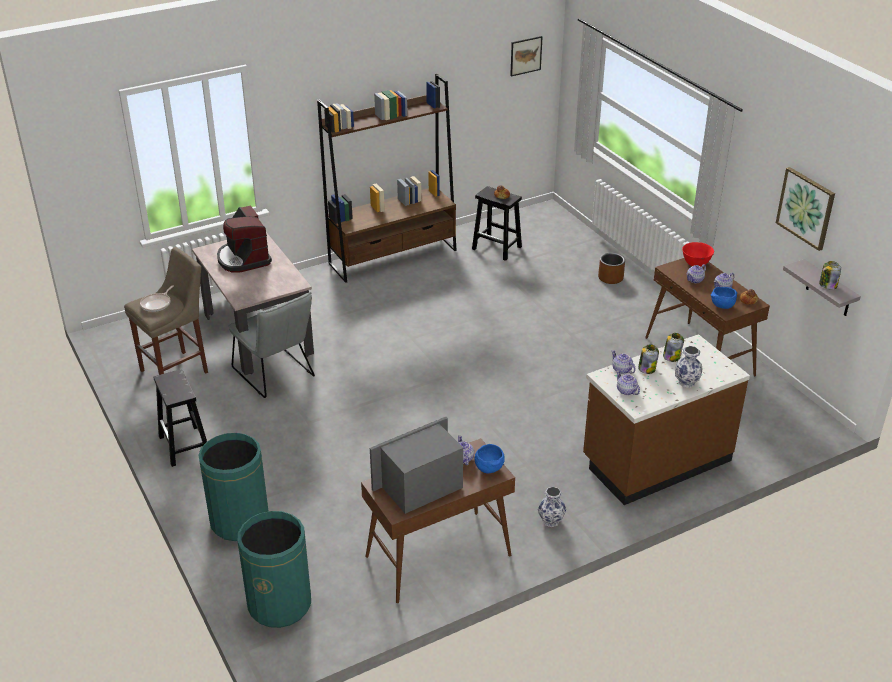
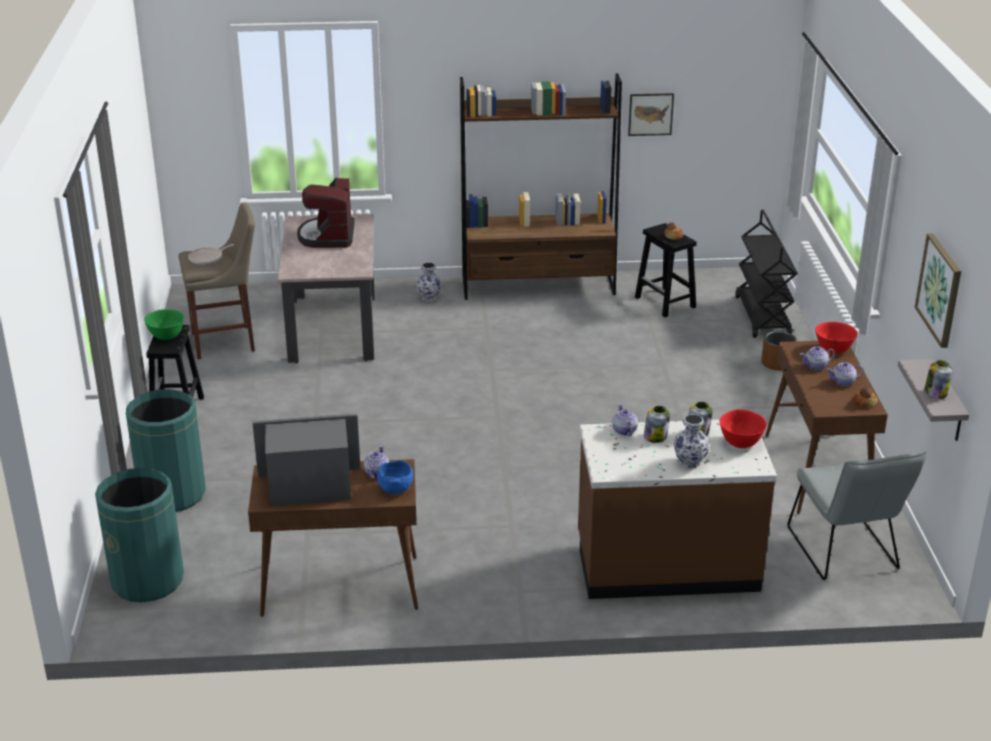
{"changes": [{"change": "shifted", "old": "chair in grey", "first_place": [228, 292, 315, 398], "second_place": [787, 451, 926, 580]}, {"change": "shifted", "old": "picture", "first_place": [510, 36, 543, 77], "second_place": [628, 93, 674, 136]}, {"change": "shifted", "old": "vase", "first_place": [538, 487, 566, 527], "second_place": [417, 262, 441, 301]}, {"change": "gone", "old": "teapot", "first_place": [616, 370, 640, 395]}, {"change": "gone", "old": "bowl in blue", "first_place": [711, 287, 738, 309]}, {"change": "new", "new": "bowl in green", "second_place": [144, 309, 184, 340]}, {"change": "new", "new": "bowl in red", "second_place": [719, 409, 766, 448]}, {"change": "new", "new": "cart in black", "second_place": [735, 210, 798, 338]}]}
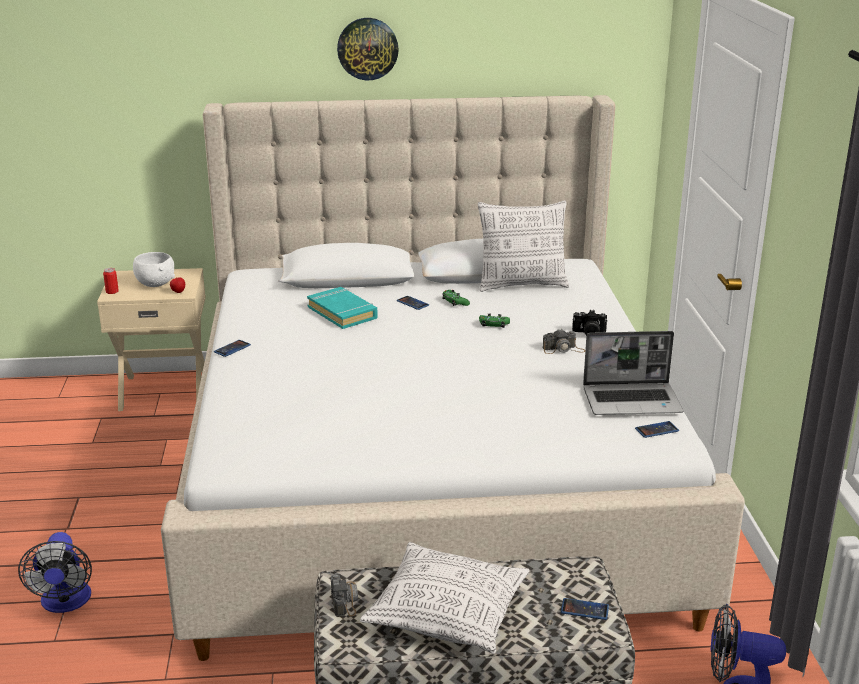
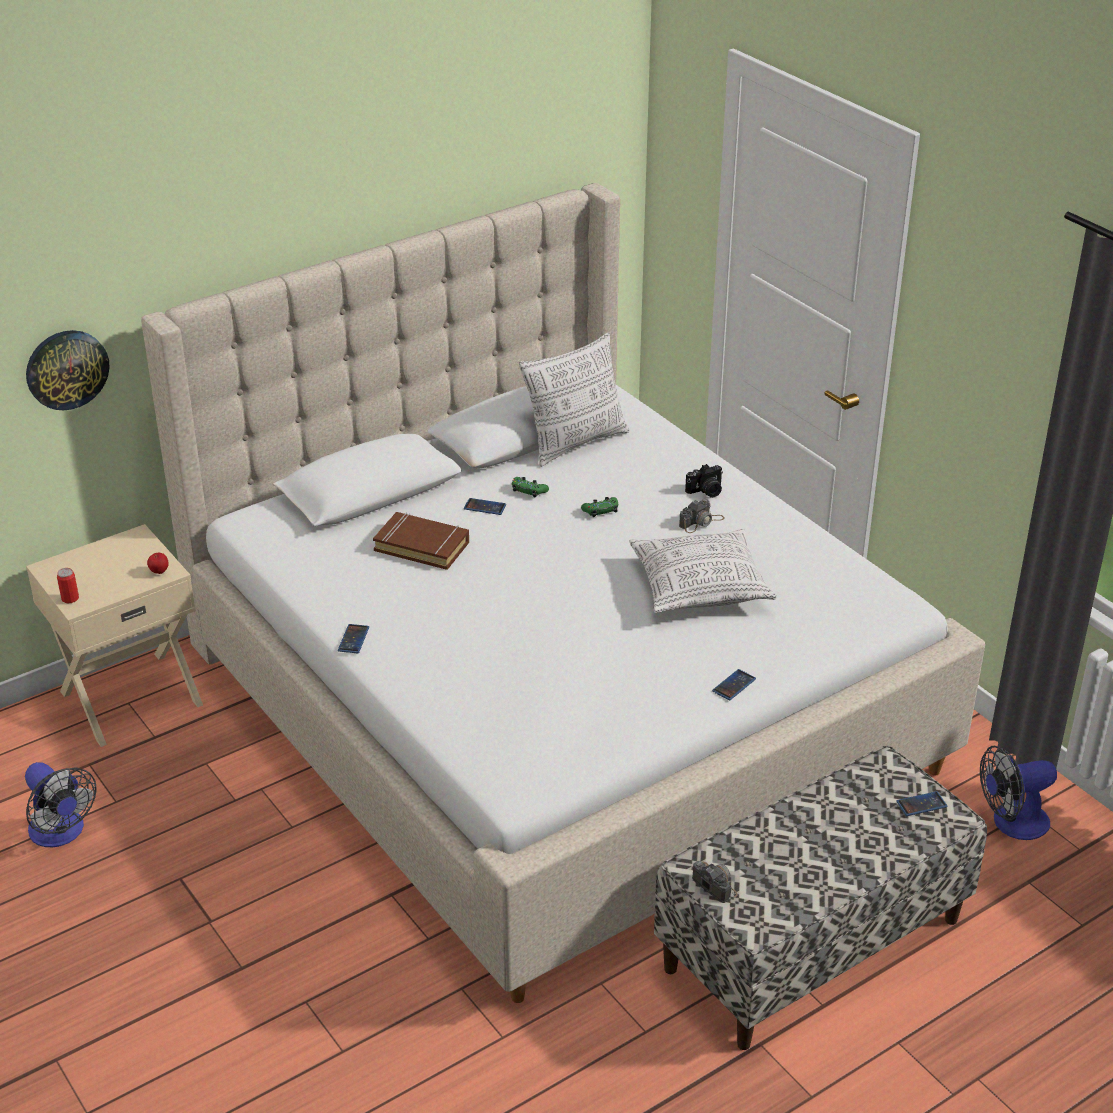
{"changes": [{"change": "shifted", "old": "fan", "first_place": [18, 532, 92, 613], "second_place": [25, 762, 97, 847]}, {"change": "gone", "old": "bowl in white", "first_place": [133, 252, 175, 287]}, {"change": "repainted", "old": "book in turquoise", "new": "book in brown", "first_place": [307, 287, 378, 329], "second_place": [373, 512, 469, 570]}, {"change": "shifted", "old": "wall clock", "first_place": [337, 18, 399, 80], "second_place": [26, 330, 110, 410]}, {"change": "shifted", "old": "pillow", "first_place": [360, 542, 530, 654], "second_place": [629, 529, 777, 613]}, {"change": "gone", "old": "laptop", "first_place": [583, 331, 683, 415]}, {"change": "shifted", "old": "phone", "first_place": [635, 421, 679, 438], "second_place": [712, 669, 756, 700]}]}
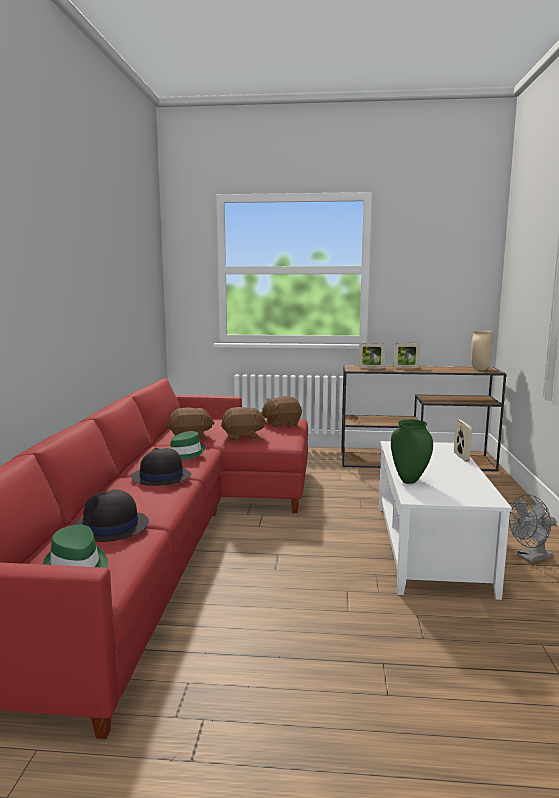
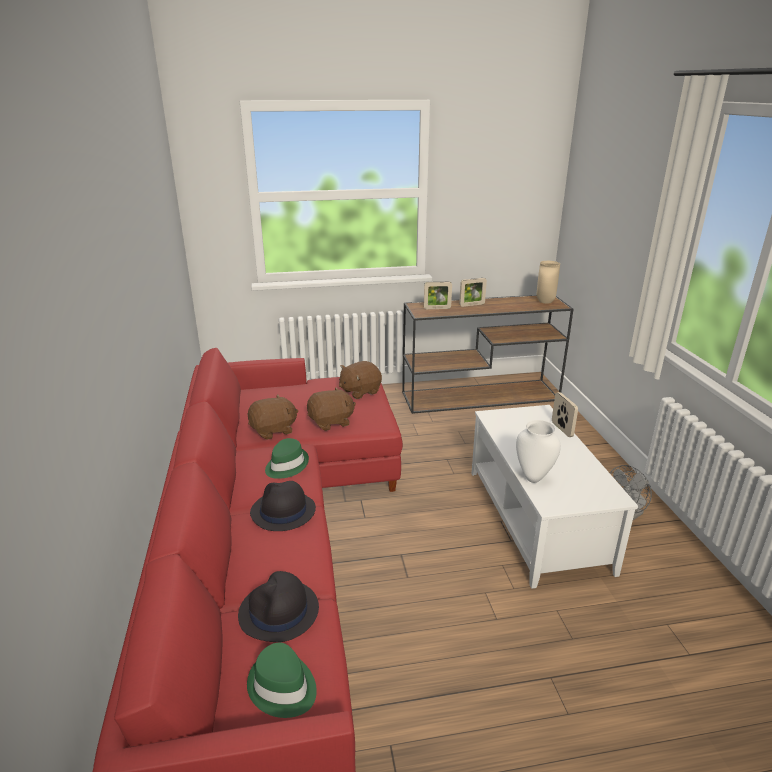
{"changes": [{"change": "repainted", "old": "vase in green", "new": "vase in white", "first_place": [391, 419, 433, 484], "second_place": [516, 420, 561, 483]}]}
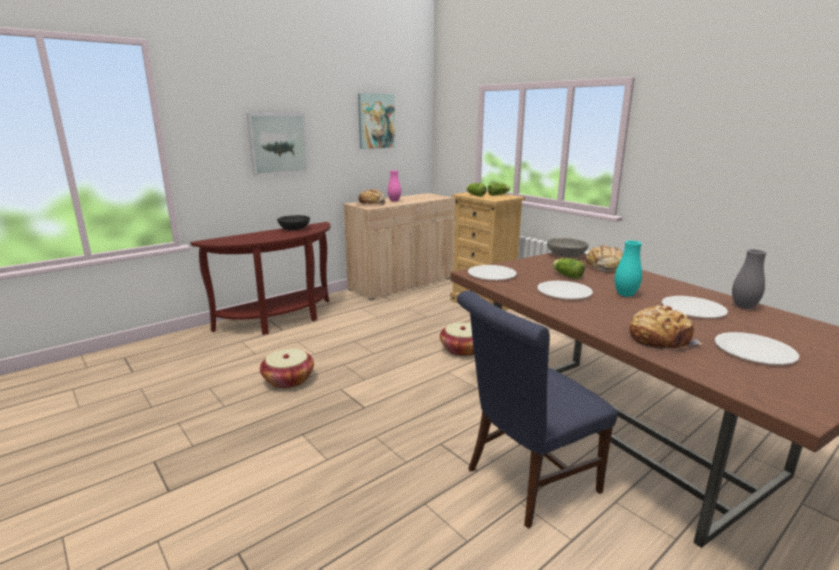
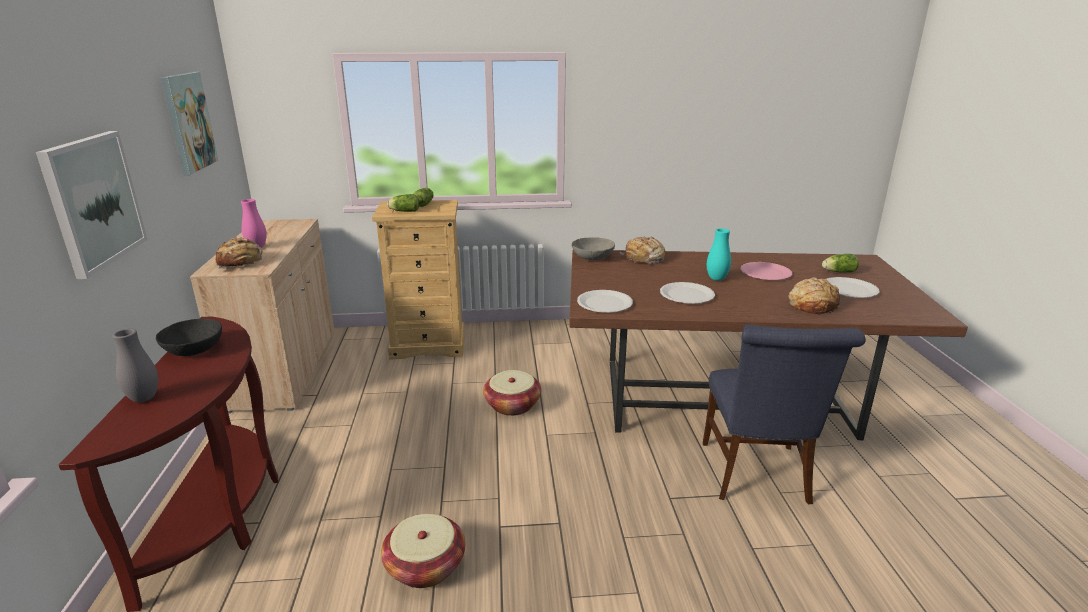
{"changes": [{"change": "shifted", "old": "lettuce", "first_place": [552, 258, 585, 279], "second_place": [822, 254, 859, 273]}, {"change": "repainted", "old": "plate in white", "new": "plate in pink", "first_place": [662, 296, 728, 318], "second_place": [740, 262, 792, 280]}, {"change": "shifted", "old": "vase in grey", "first_place": [732, 249, 766, 309], "second_place": [112, 329, 158, 402]}]}
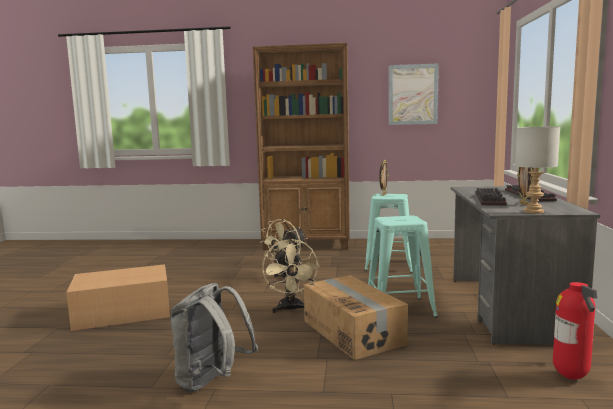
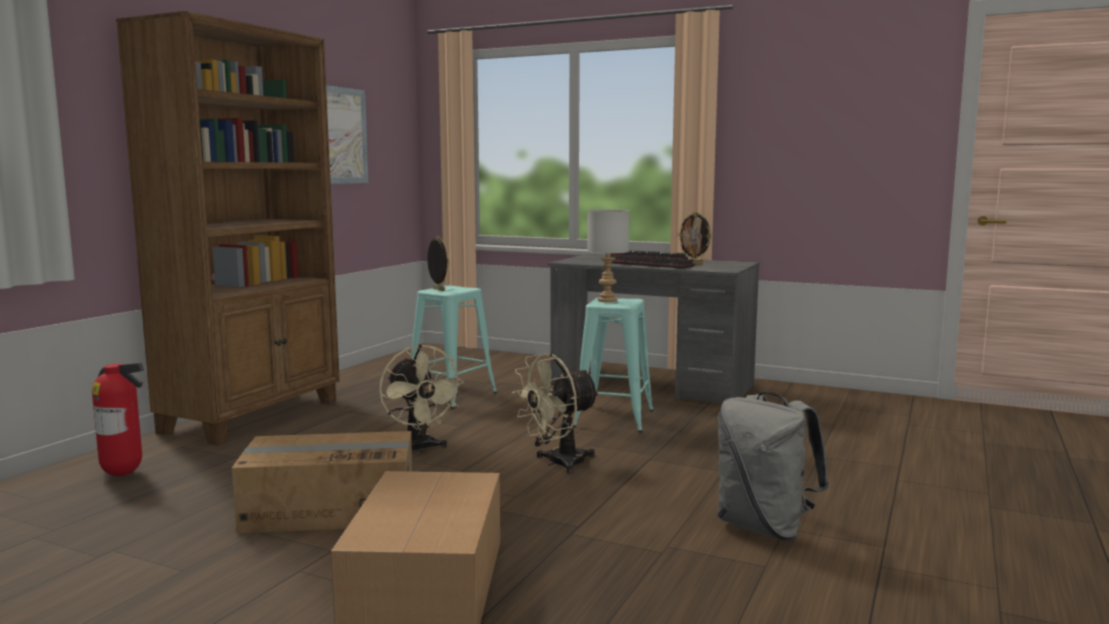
{"changes": [{"change": "rotated", "old": "fan in beige", "first_place": [262, 239, 320, 313], "second_place": [512, 353, 600, 474], "degrees": 135}, {"change": "shifted", "old": "cardboard box", "first_place": [304, 276, 408, 360], "second_place": [232, 431, 412, 534]}, {"change": "shifted", "old": "table lamp in grey", "first_place": [515, 127, 560, 214], "second_place": [587, 209, 629, 302]}, {"change": "shifted", "old": "fire extinguisher", "first_place": [553, 282, 597, 379], "second_place": [92, 363, 145, 476]}]}
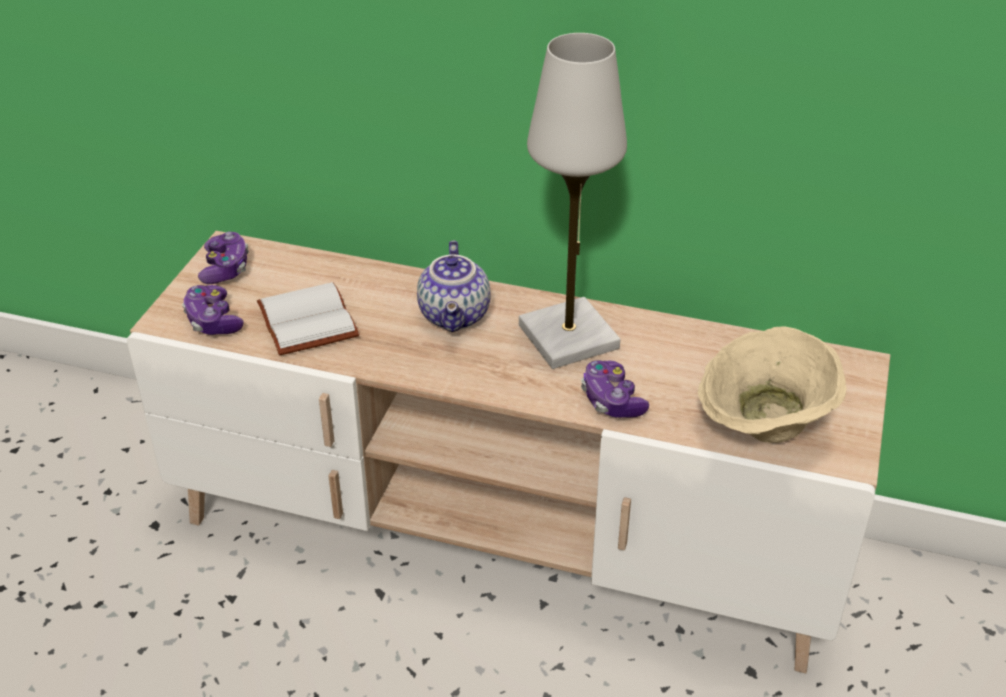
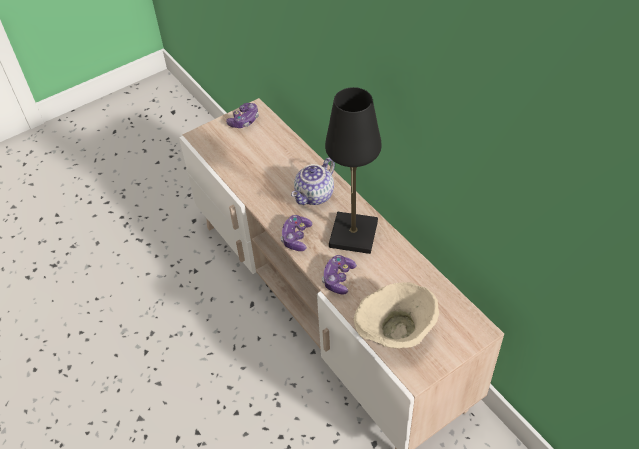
{"changes": [{"change": "shifted", "old": "game controller", "first_place": [182, 285, 244, 335], "second_place": [281, 215, 313, 251]}, {"change": "gone", "old": "book in white", "first_place": [257, 282, 359, 355]}, {"change": "repainted", "old": "table lamp in white", "new": "table lamp in black", "first_place": [519, 33, 627, 369], "second_place": [325, 87, 382, 254]}]}
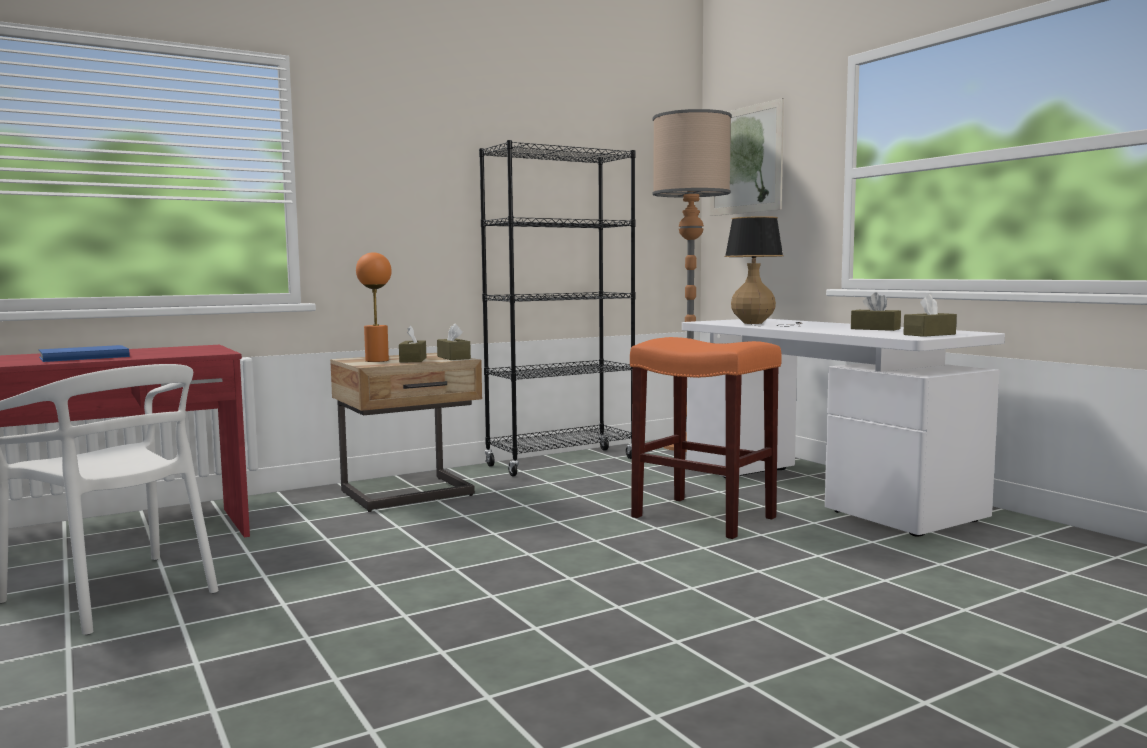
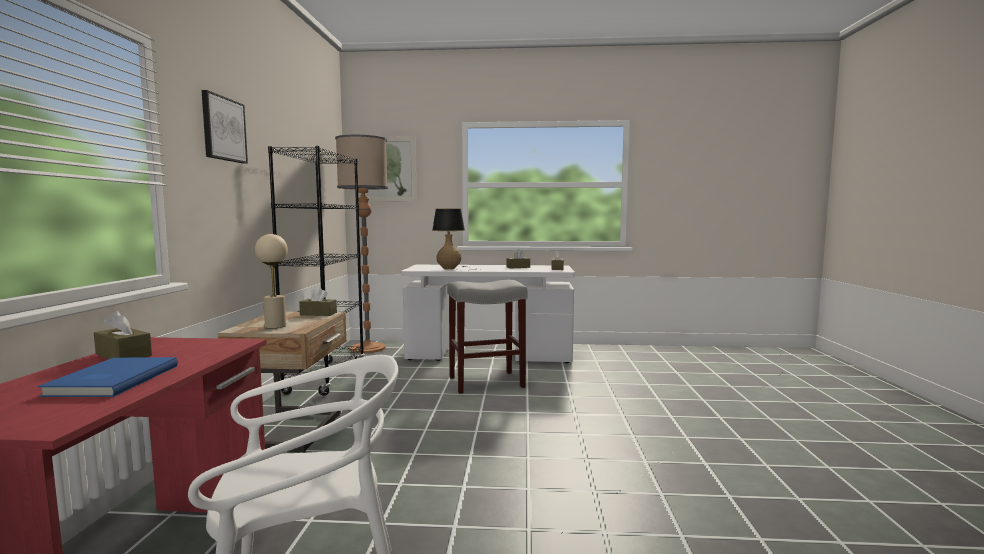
{"changes": [{"change": "repainted", "old": "table lamp in orange", "new": "table lamp in beige", "first_place": [356, 252, 392, 362], "second_place": [255, 234, 288, 328]}, {"change": "shifted", "old": "tissue box in brown", "first_place": [399, 325, 426, 362], "second_place": [94, 311, 152, 359]}, {"change": "repainted", "old": "stool in orange", "new": "stool in grey", "first_place": [630, 337, 782, 539], "second_place": [447, 280, 528, 394]}, {"change": "new", "new": "picture", "second_place": [201, 90, 248, 164]}]}
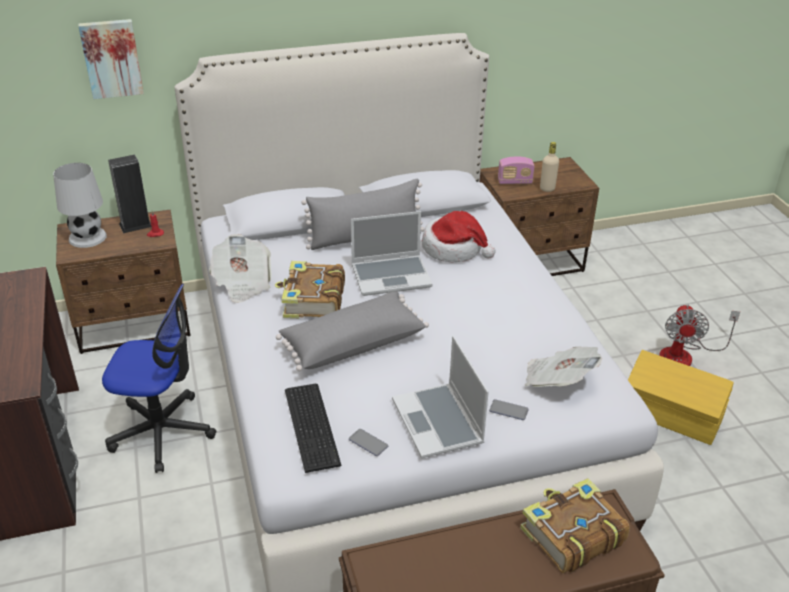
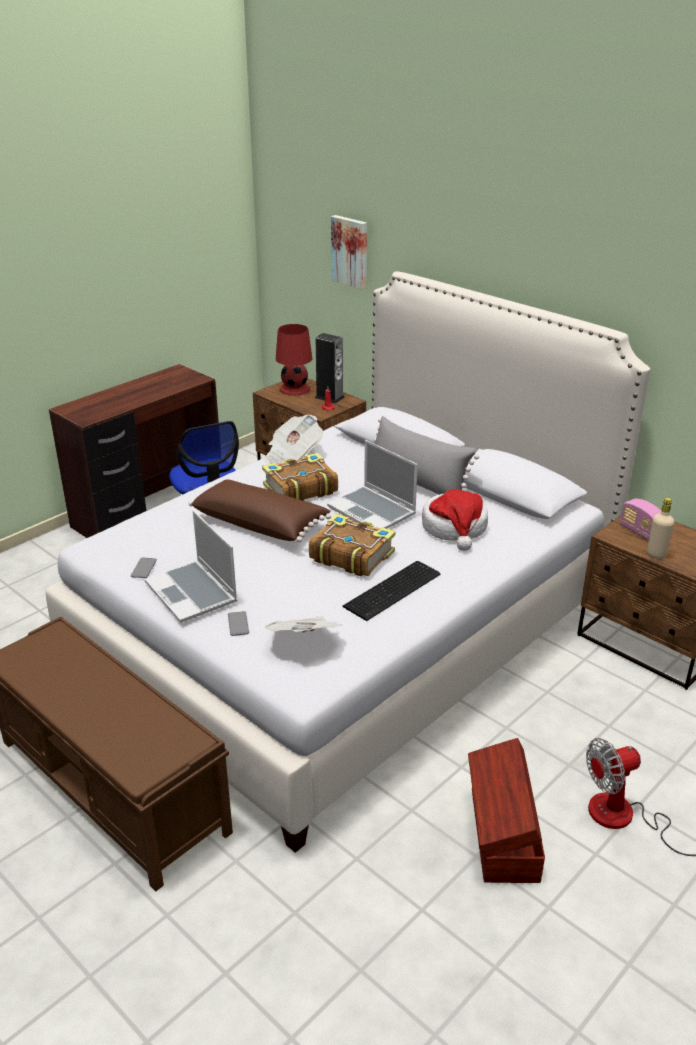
{"changes": [{"change": "repainted", "old": "table lamp in white", "new": "table lamp in red", "first_place": [53, 163, 107, 248], "second_place": [276, 324, 312, 396]}, {"change": "repainted", "old": "pillow in grey", "new": "pillow in brown", "first_place": [276, 291, 429, 371], "second_place": [188, 479, 331, 542]}, {"change": "shifted", "old": "keyboard", "first_place": [285, 383, 342, 473], "second_place": [343, 561, 440, 621]}, {"change": "rotated", "old": "laptop", "first_place": [392, 336, 489, 459], "second_place": [145, 511, 237, 623], "degrees": -75}, {"change": "shifted", "old": "book", "first_place": [520, 478, 630, 573], "second_place": [309, 514, 395, 576]}, {"change": "repainted", "old": "storage box in yellow", "new": "storage box in brown", "first_place": [628, 350, 734, 445], "second_place": [468, 738, 545, 883]}]}
